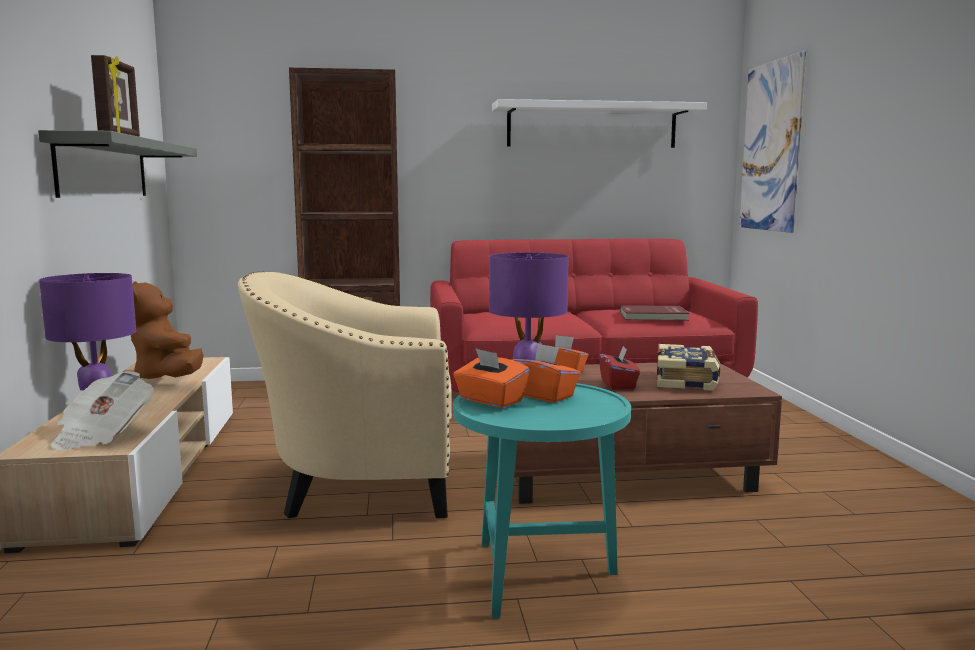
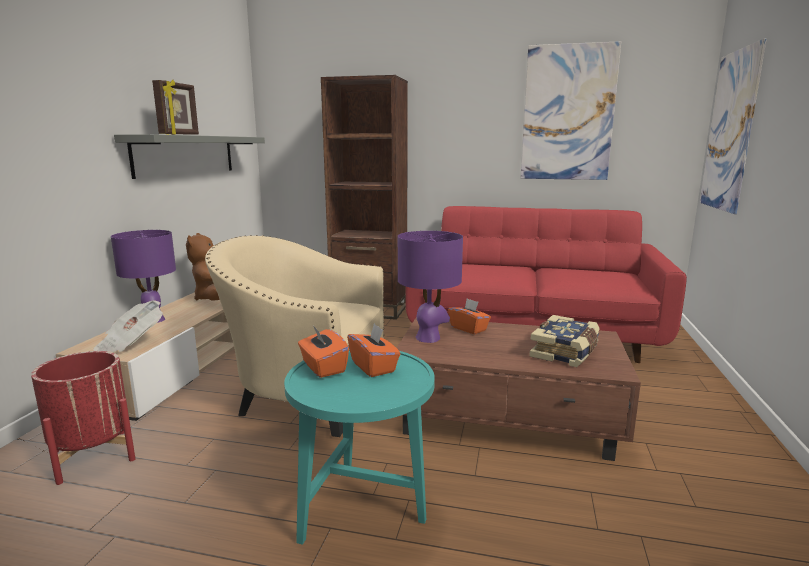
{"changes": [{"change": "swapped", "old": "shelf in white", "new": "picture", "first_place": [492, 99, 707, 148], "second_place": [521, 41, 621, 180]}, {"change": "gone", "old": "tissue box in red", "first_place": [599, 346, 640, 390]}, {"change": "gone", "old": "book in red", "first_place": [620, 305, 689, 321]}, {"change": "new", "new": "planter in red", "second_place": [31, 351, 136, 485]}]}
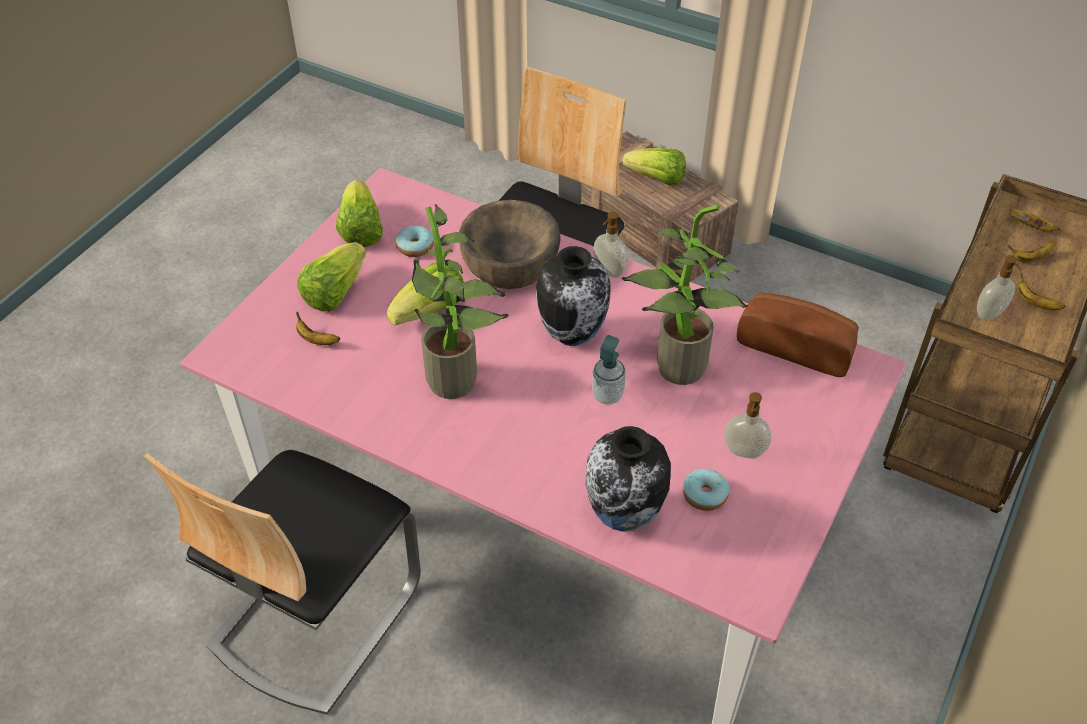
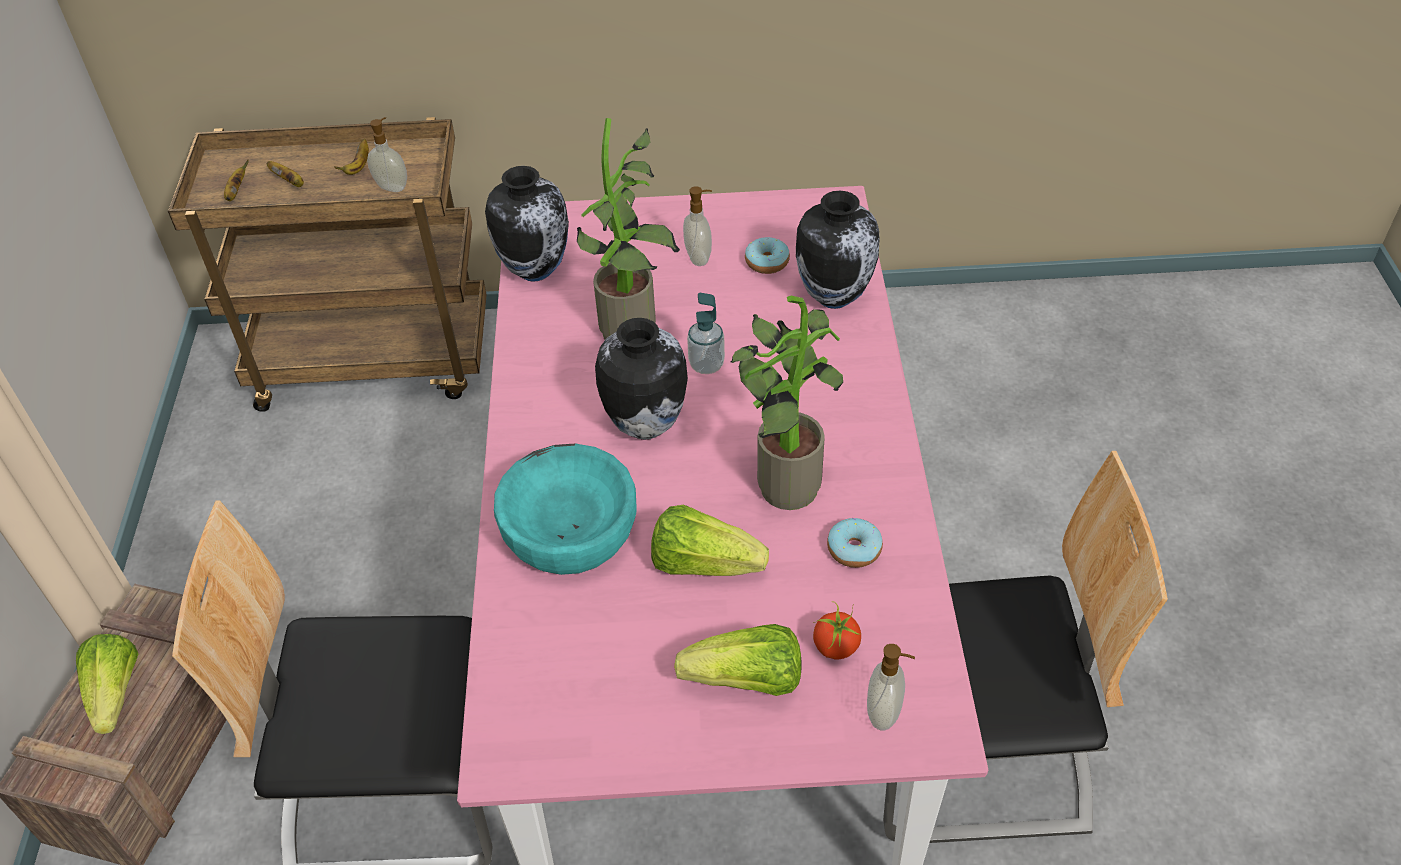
{"changes": [{"change": "swapped", "old": "banana", "new": "tomato", "first_place": [296, 311, 340, 345], "second_place": [813, 601, 861, 660]}, {"change": "gone", "old": "lettuce", "first_place": [336, 180, 383, 247]}, {"change": "shifted", "old": "donut", "first_place": [395, 225, 434, 257], "second_place": [827, 518, 883, 568]}, {"change": "repainted", "old": "bowl in brown", "new": "bowl in turquoise", "first_place": [459, 200, 561, 289], "second_place": [494, 443, 636, 575]}, {"change": "shifted", "old": "soap dispenser", "first_place": [593, 212, 628, 278], "second_place": [867, 644, 915, 730]}, {"change": "swapped", "old": "bread", "new": "vase", "first_place": [737, 293, 859, 377], "second_place": [485, 166, 569, 282]}]}
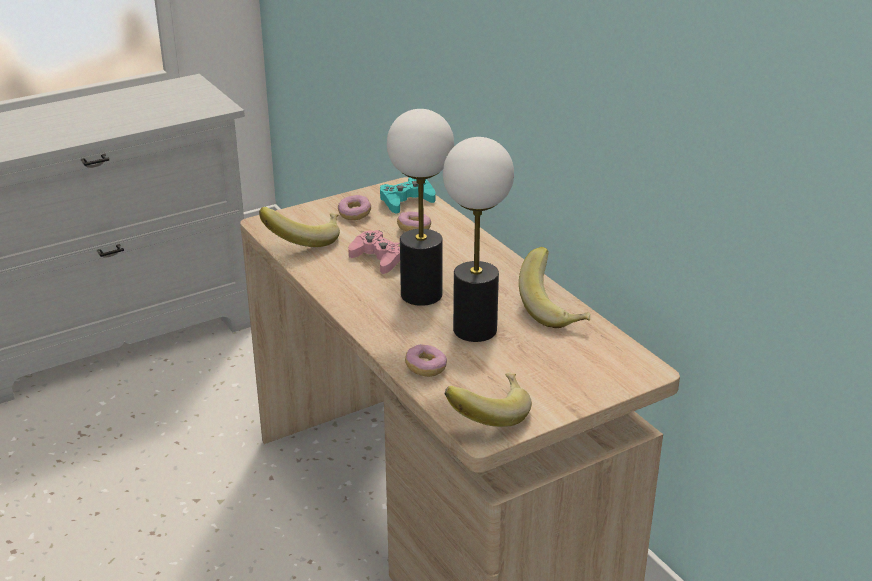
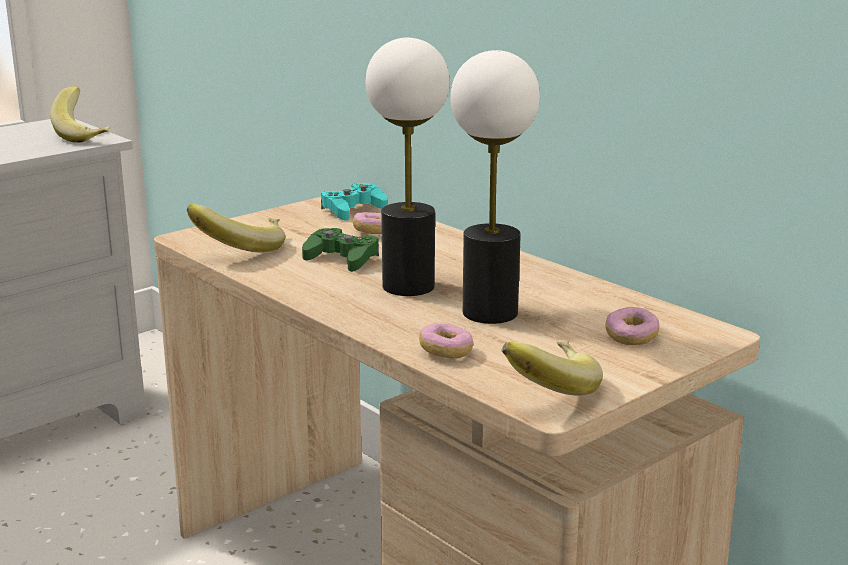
{"changes": [{"change": "shifted", "old": "donut", "first_place": [338, 195, 371, 220], "second_place": [605, 307, 659, 345]}, {"change": "repainted", "old": "game controller in pink", "new": "game controller in green", "first_place": [348, 230, 400, 274], "second_place": [302, 228, 379, 272]}, {"change": "shifted", "old": "banana", "first_place": [519, 247, 590, 328], "second_place": [50, 86, 109, 143]}]}
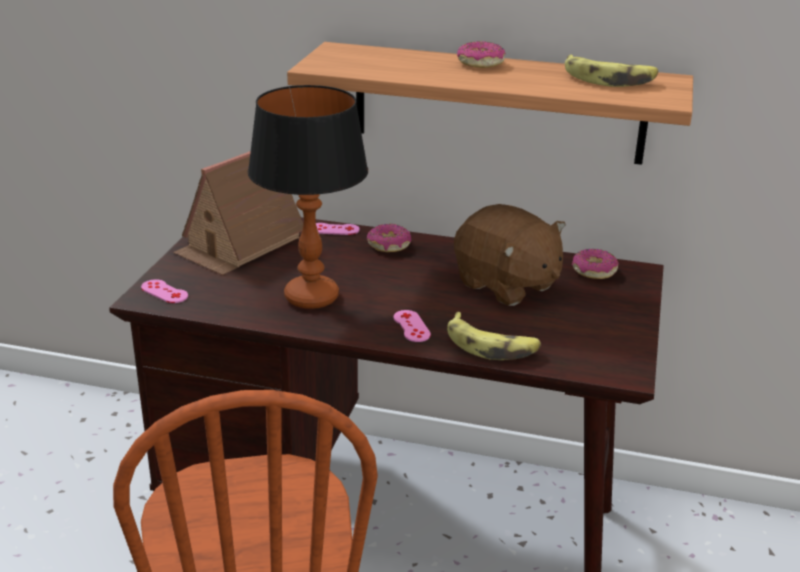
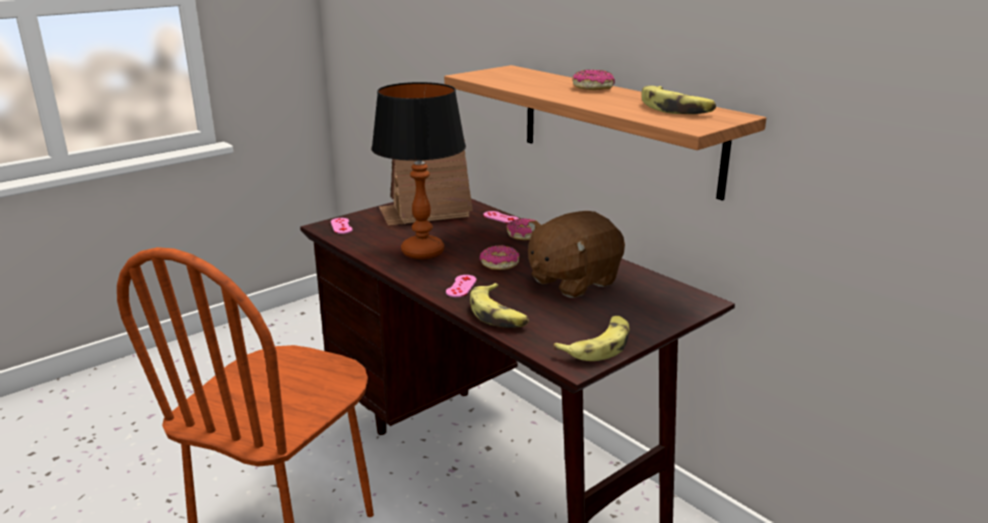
{"changes": [{"change": "rotated", "old": "plush toy in brown", "first_place": [454, 204, 566, 306], "second_place": [528, 211, 625, 298], "degrees": 60}, {"change": "shifted", "old": "donut", "first_place": [572, 249, 619, 279], "second_place": [480, 245, 520, 270]}, {"change": "new", "new": "banana", "second_place": [554, 316, 630, 361]}]}
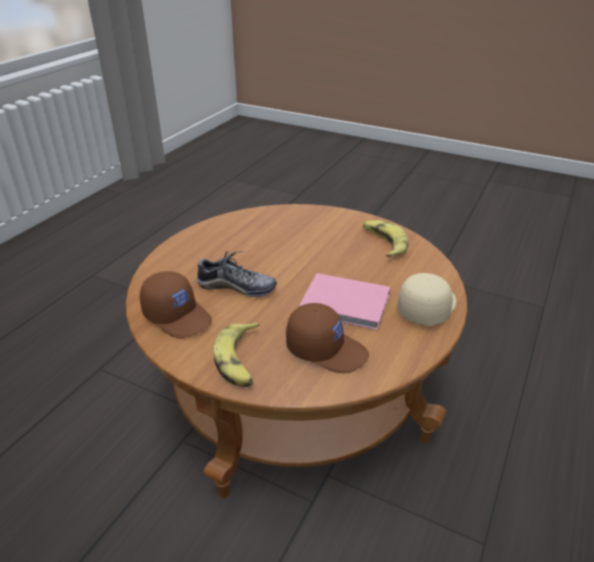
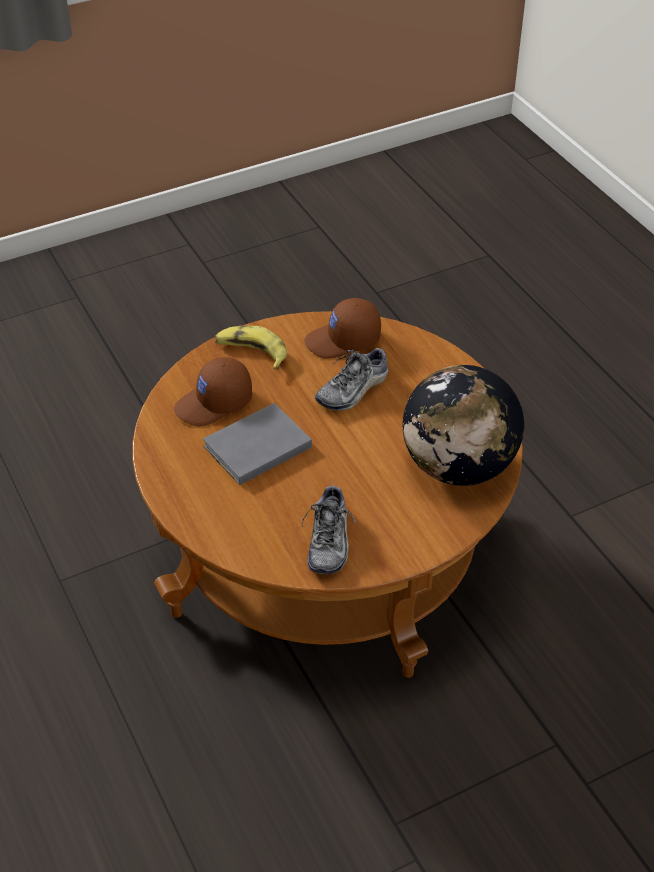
{"changes": [{"change": "repainted", "old": "book in pink", "new": "book in grey", "first_place": [299, 273, 390, 330], "second_place": [203, 403, 312, 485]}, {"change": "swapped", "old": "banana", "new": "shoe", "first_place": [363, 220, 409, 258], "second_place": [302, 482, 356, 574]}, {"change": "gone", "old": "cap in beige", "first_place": [397, 273, 457, 326]}, {"change": "new", "new": "globe", "second_place": [403, 365, 524, 486]}]}
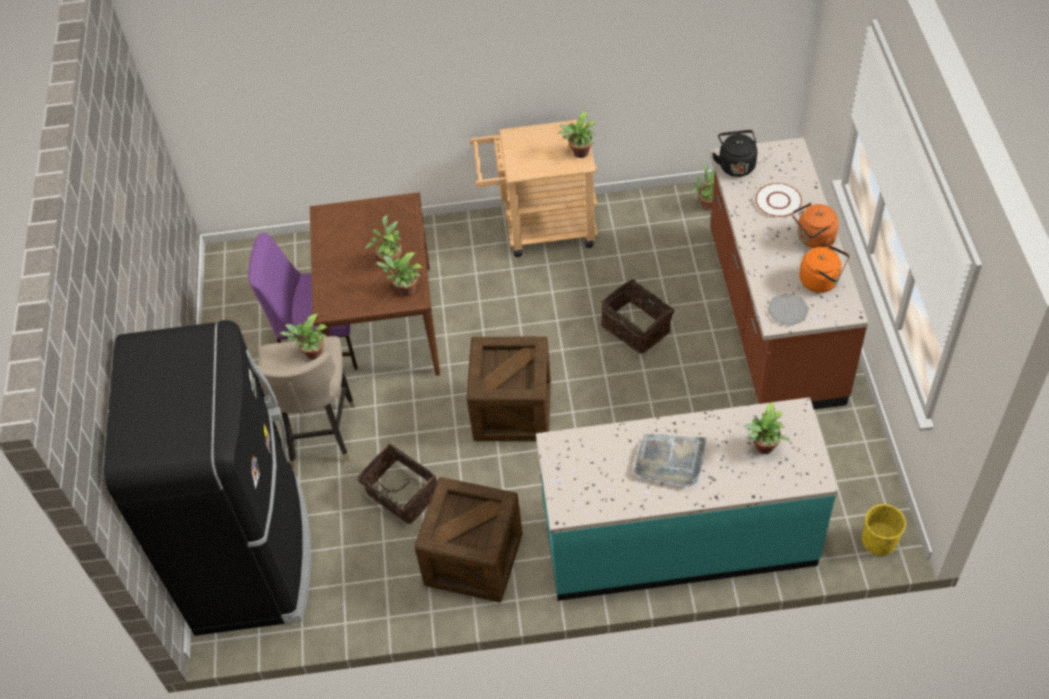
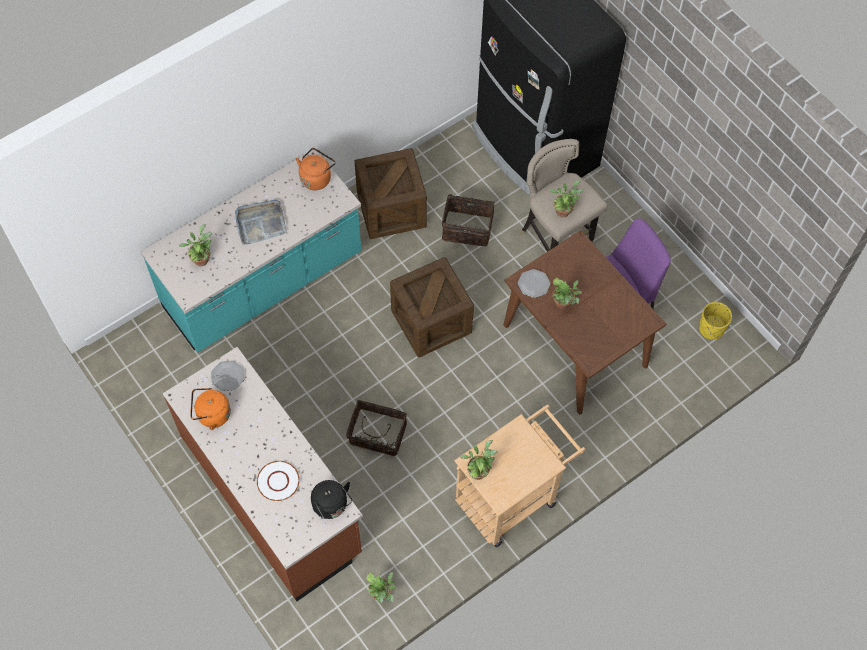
{"changes": [{"change": "swapped", "old": "potted plant", "new": "plate", "first_place": [375, 252, 423, 296], "second_place": [518, 269, 550, 298]}, {"change": "shifted", "old": "kettle in orange", "first_place": [792, 202, 839, 248], "second_place": [296, 148, 336, 190]}, {"change": "shifted", "old": "planter in yellow", "first_place": [862, 504, 906, 556], "second_place": [699, 302, 732, 340]}]}
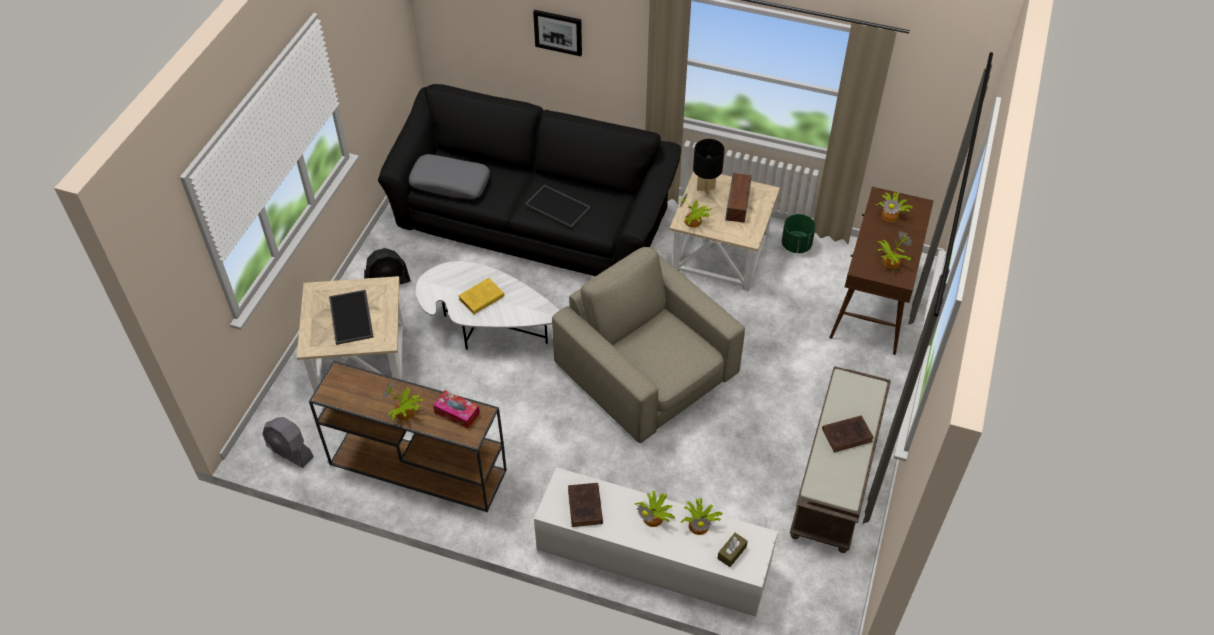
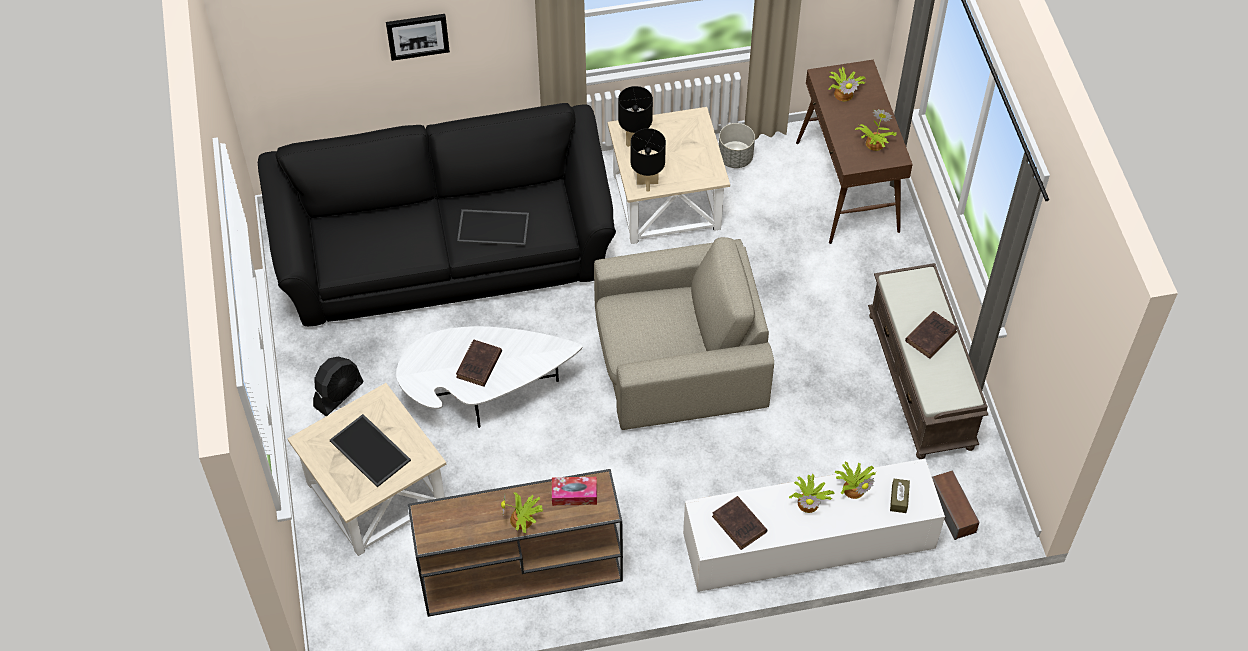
{"changes": [{"change": "gone", "old": "fan in grey", "first_place": [262, 417, 314, 468]}, {"change": "gone", "old": "pillow in grey", "first_place": [409, 154, 490, 199]}, {"change": "repainted", "old": "book in yellow", "new": "book in brown", "first_place": [458, 278, 505, 315], "second_place": [456, 339, 502, 387]}, {"change": "rotated", "old": "armchair in beige", "first_place": [552, 247, 745, 443], "second_place": [594, 237, 774, 430], "degrees": 150}, {"change": "swapped", "old": "potted plant", "new": "table lamp in black", "first_place": [680, 194, 711, 228], "second_place": [631, 128, 666, 191]}, {"change": "shifted", "old": "speaker", "first_place": [726, 172, 752, 223], "second_place": [932, 470, 980, 540]}, {"change": "repainted", "old": "planter in green", "new": "planter in grey", "first_place": [782, 214, 816, 253], "second_place": [719, 123, 755, 168]}]}
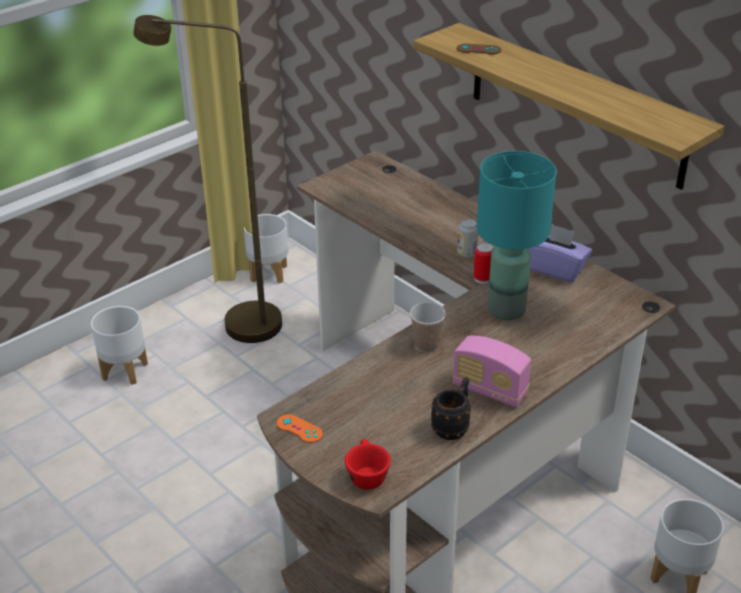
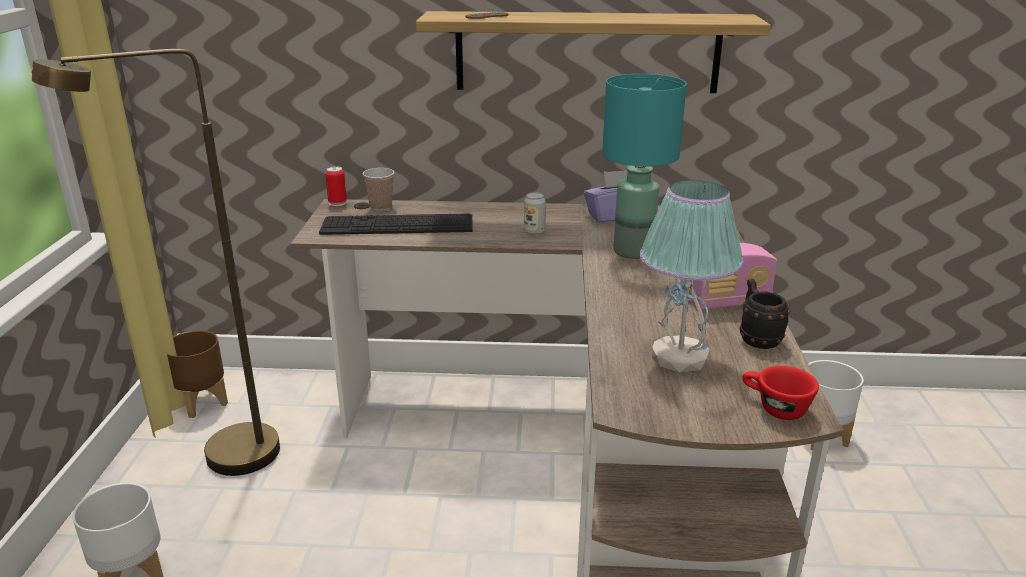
{"changes": [{"change": "repainted", "old": "planter in white", "new": "planter in brown", "first_place": [244, 214, 288, 284], "second_place": [167, 330, 228, 418]}, {"change": "gone", "old": "game controller in orange", "first_place": [277, 414, 323, 443]}, {"change": "shifted", "old": "cup", "first_place": [410, 302, 446, 352], "second_place": [363, 168, 394, 211]}, {"change": "shifted", "old": "can", "first_place": [473, 243, 494, 284], "second_place": [325, 166, 347, 206]}, {"change": "new", "new": "keyboard", "second_place": [319, 214, 473, 235]}, {"change": "new", "new": "table lamp", "second_place": [640, 180, 743, 372]}]}
